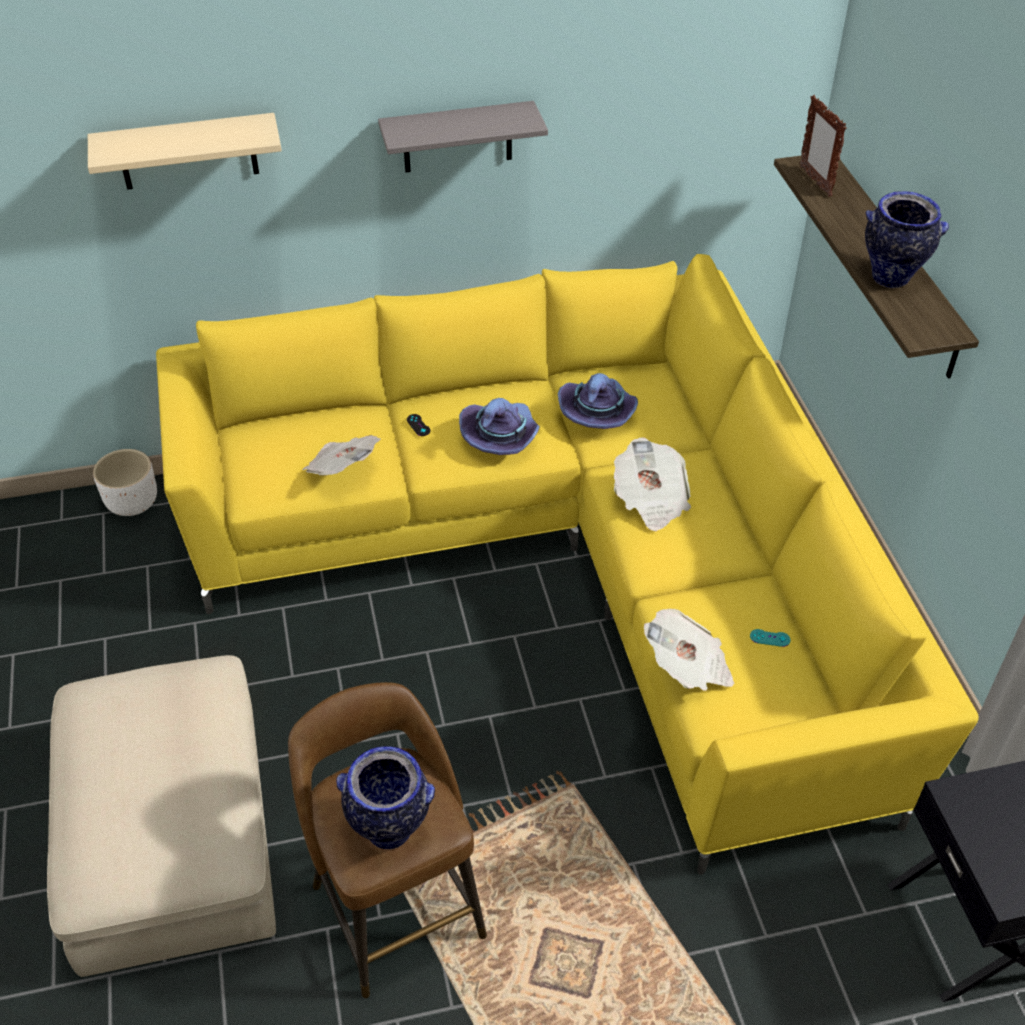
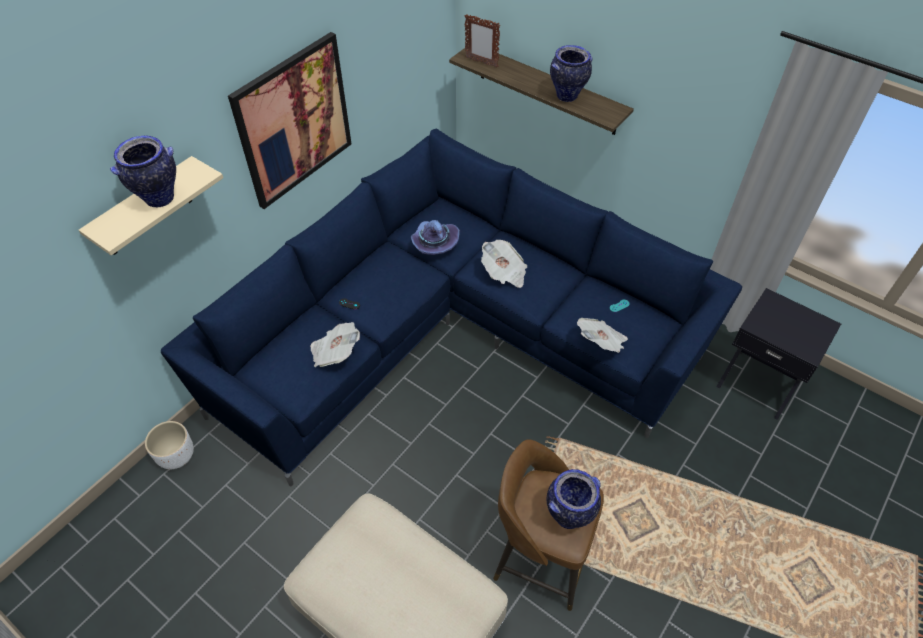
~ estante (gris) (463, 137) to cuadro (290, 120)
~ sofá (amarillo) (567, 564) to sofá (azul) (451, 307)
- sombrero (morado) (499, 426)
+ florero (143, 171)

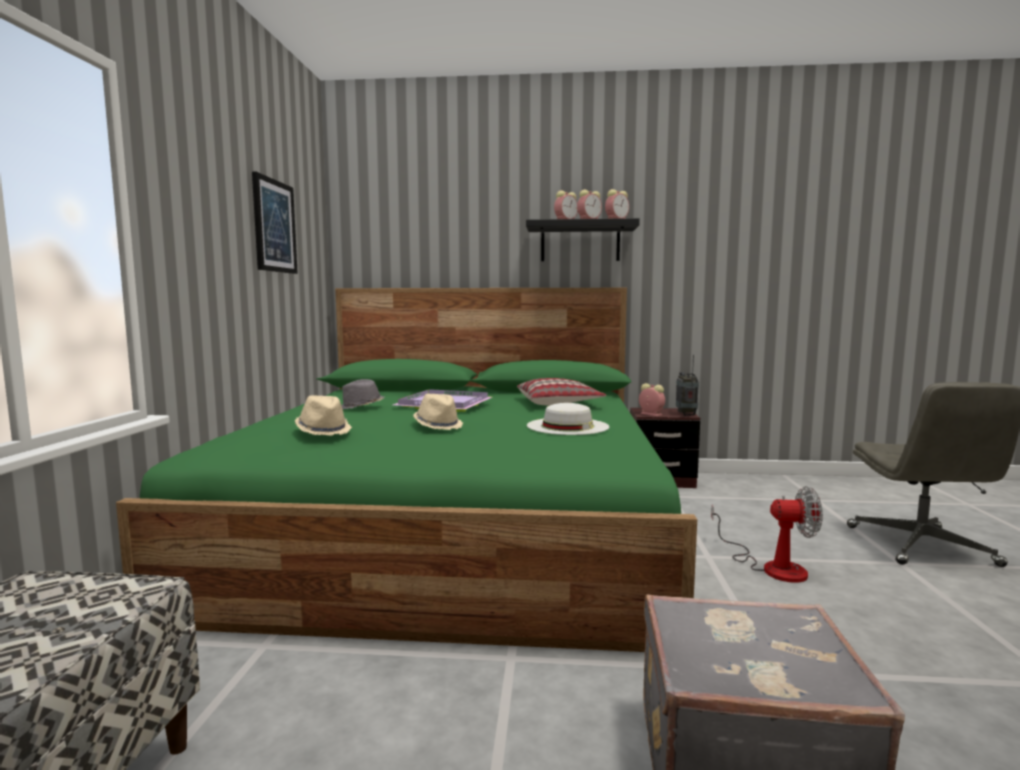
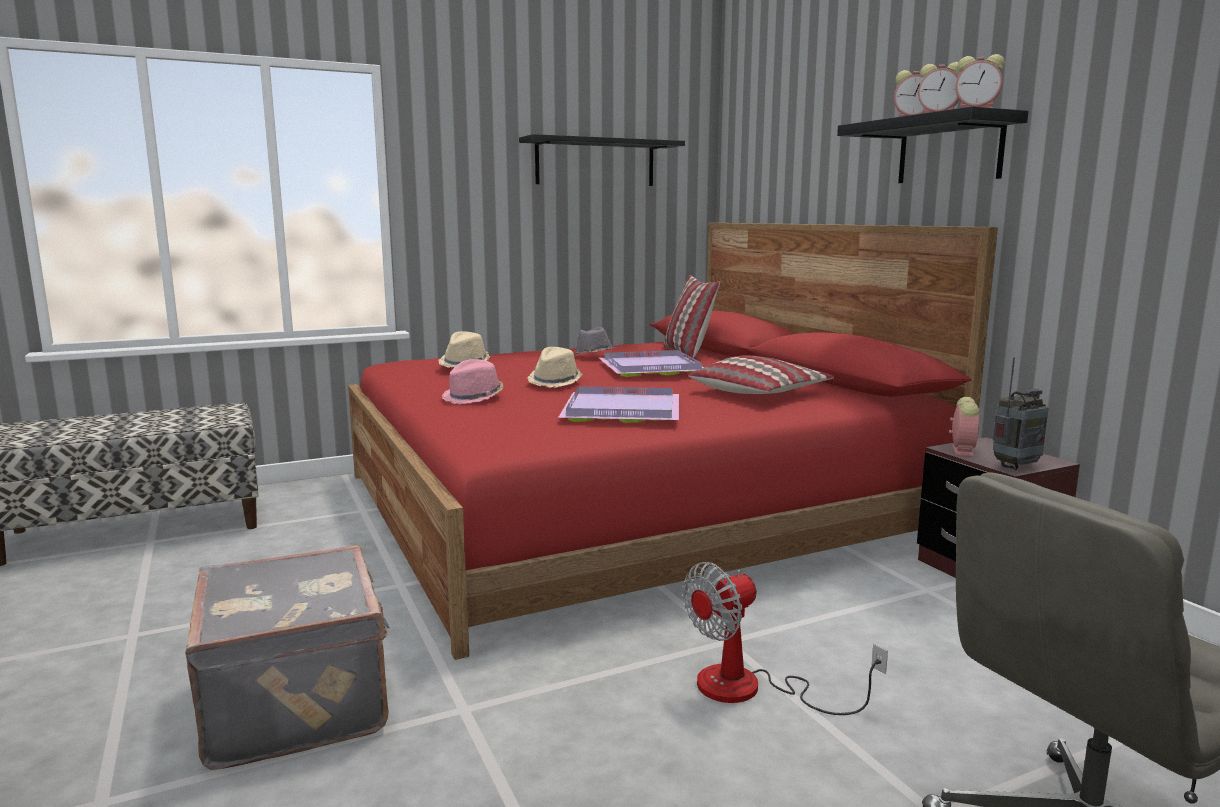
~ cuadro (275, 223) to estante (negro) (602, 160)
~ cama (verde) (406, 470) to cama (rojo) (673, 441)
~ sombrero (blanco) (568, 419) to bandeja (morado) (618, 405)
~ ventilador (767, 534) = (785, 638) 75 degrees clockwise
+ cojín (692, 317)
+ sombrero (rosa) (472, 381)

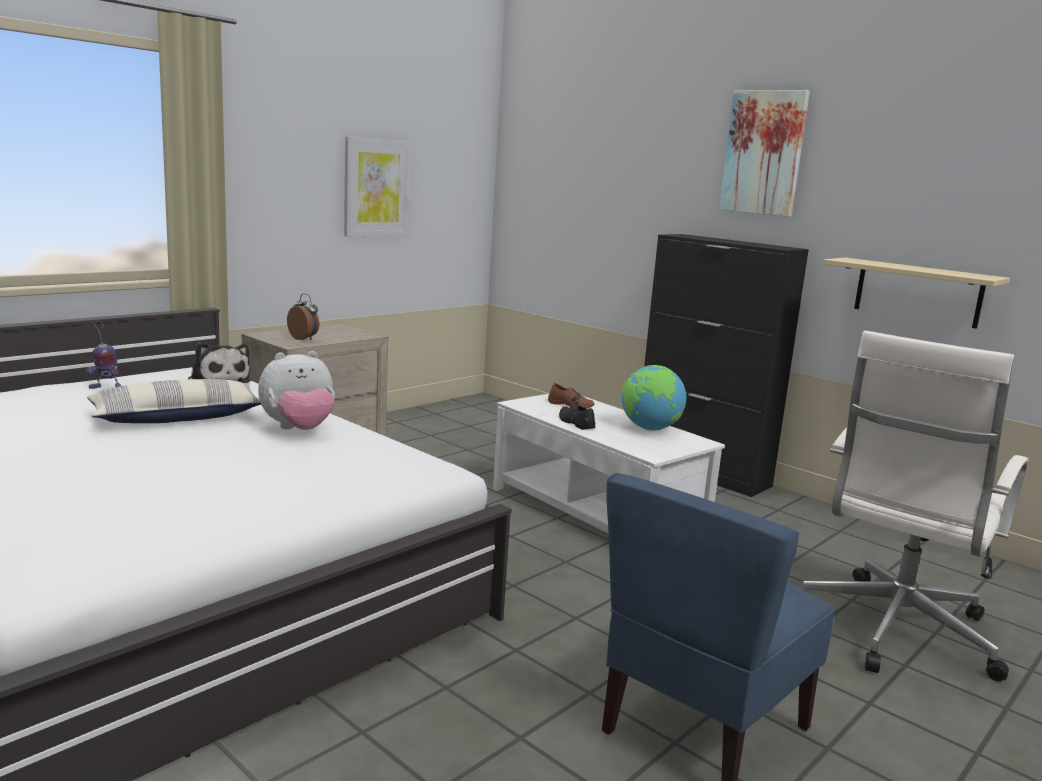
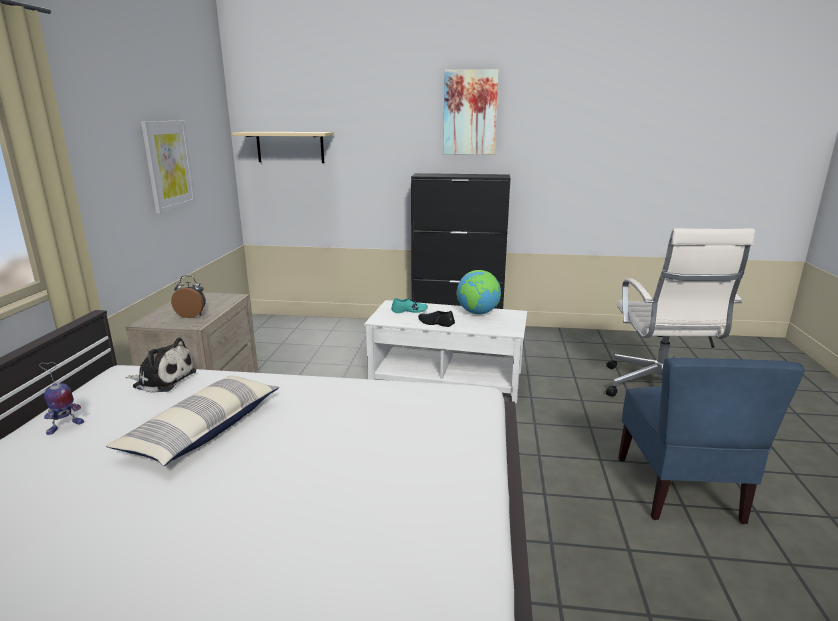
~ estante (beis) (916, 293) to (283, 147)
- peluche (296, 390)
~ zapato (marrón) (571, 396) to zapato (turquesa) (410, 305)

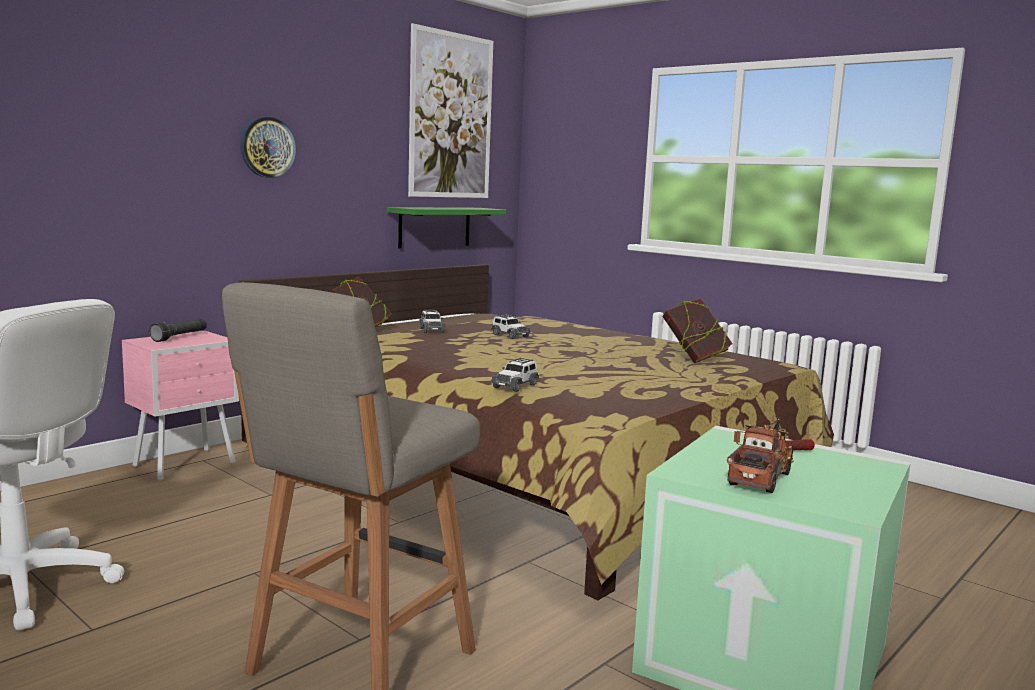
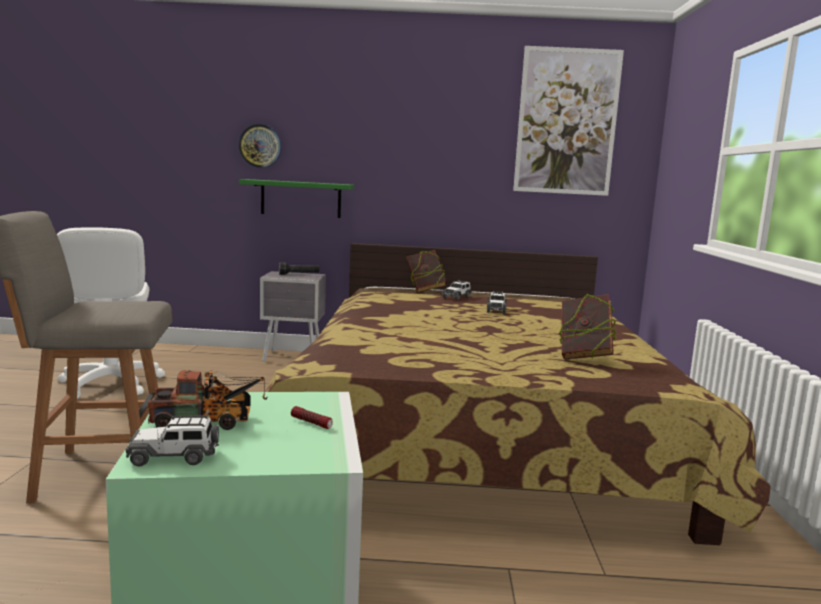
~ reloj de pared (268, 147) to (260, 146)
~ estante (verde) (446, 227) to (296, 198)
~ mesita de noche (rosa) (180, 406) to mesita de noche (gris) (293, 316)
~ coche de juguete (515, 375) to (172, 440)

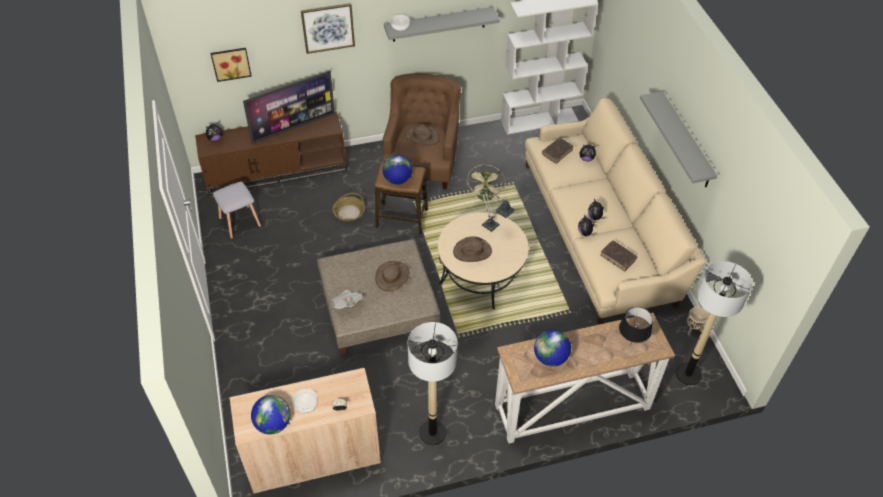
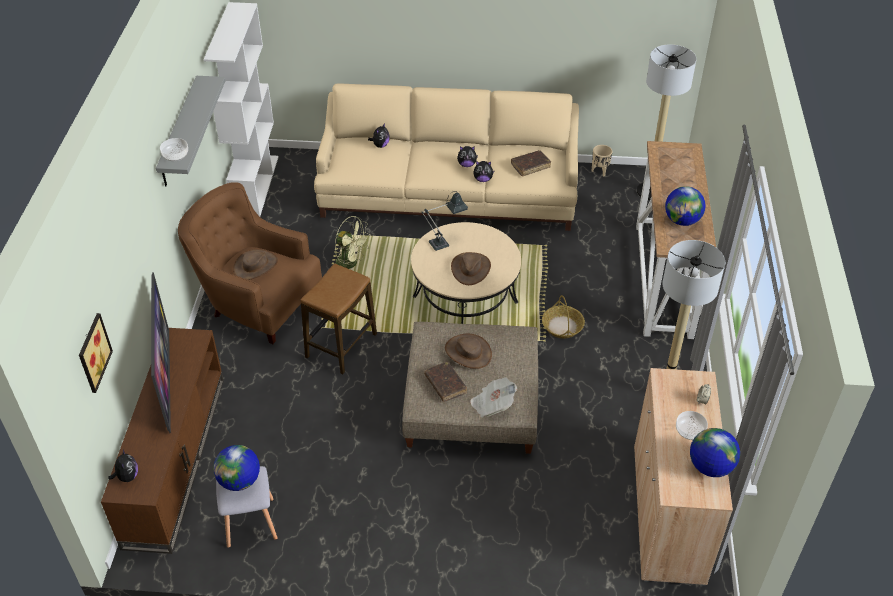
- cuadro (328, 28)
- estante (gris) (678, 139)
~ libro (marrón) (558, 151) to (445, 381)
~ globo terráqueo (397, 170) to (236, 468)
~ cesta (348, 207) to (563, 316)
- lámpara de mesa (negro) (636, 326)

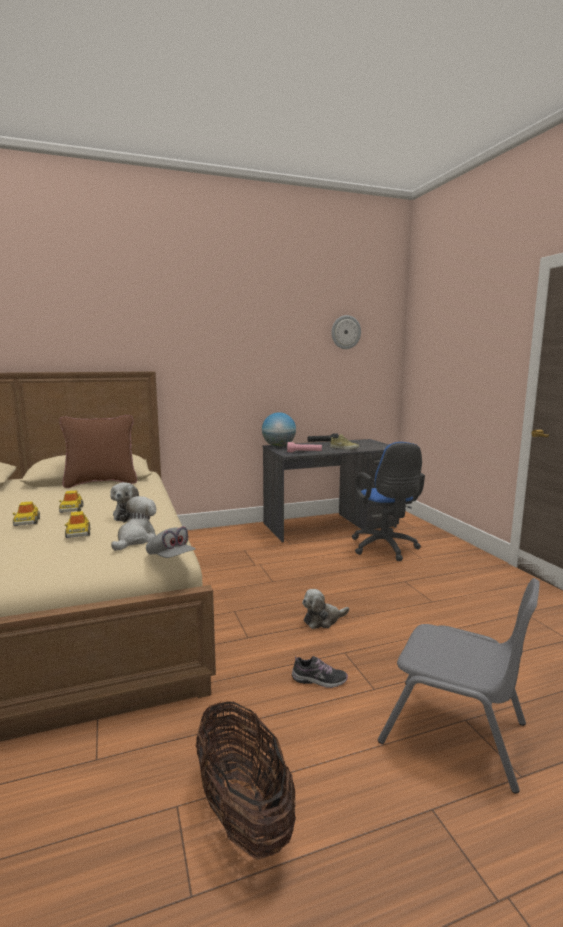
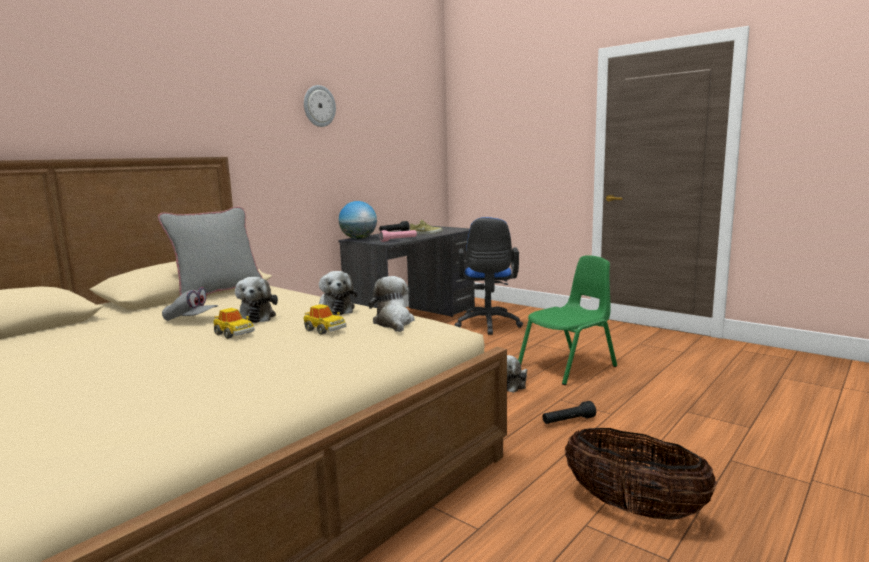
~ reloj de pared (346, 332) to (320, 106)
~ cojín (marrón) (98, 451) to cojín (gris) (210, 251)
~ silla de oficina (azul) (388, 501) = (488, 276) 45 degrees clockwise
~ coche de juguete (71, 502) to peluche (256, 300)
~ gorra (gris) (171, 542) to (190, 304)
- silla (gris) (459, 686)
~ zapato (320, 672) to linterna (negro) (569, 412)
+ silla (verde) (567, 320)

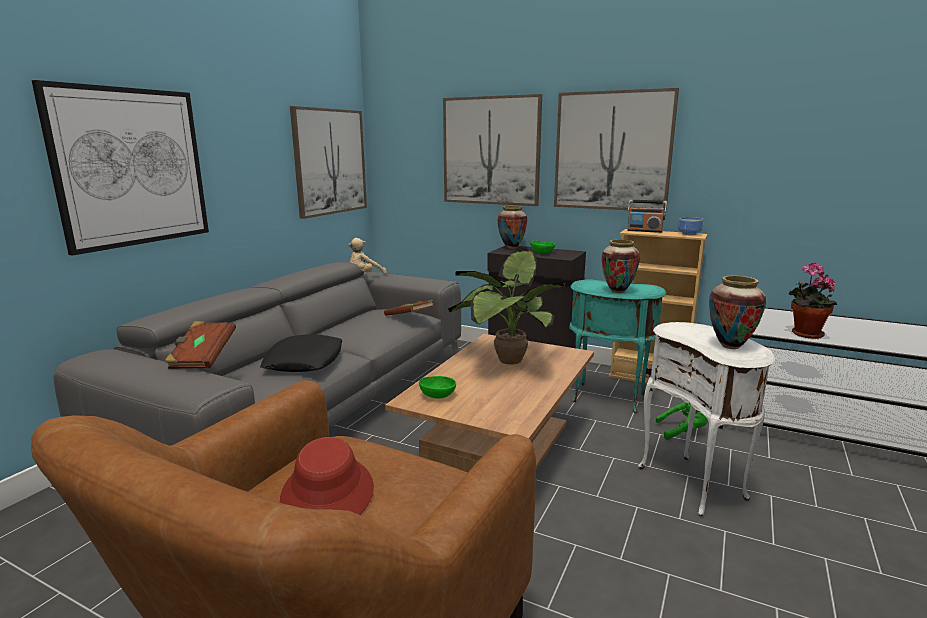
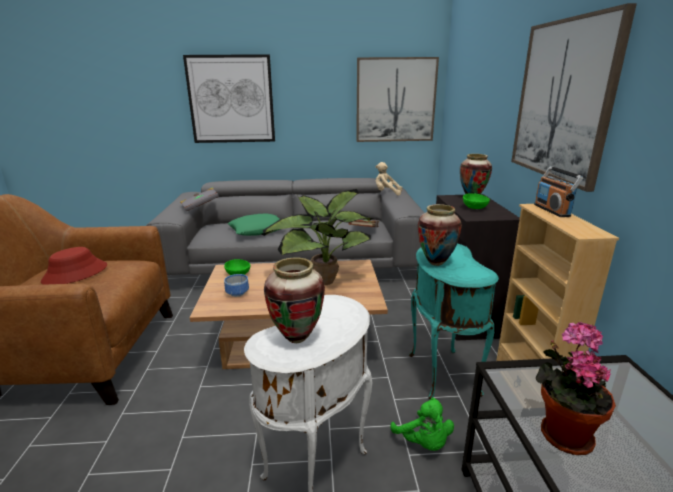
- cuadro (492, 150)
~ cuenco (690, 226) to (236, 285)
~ libro (marrón) (200, 345) to libro (gris) (199, 199)
~ cojín (negro) (301, 353) to cojín (verde) (253, 224)

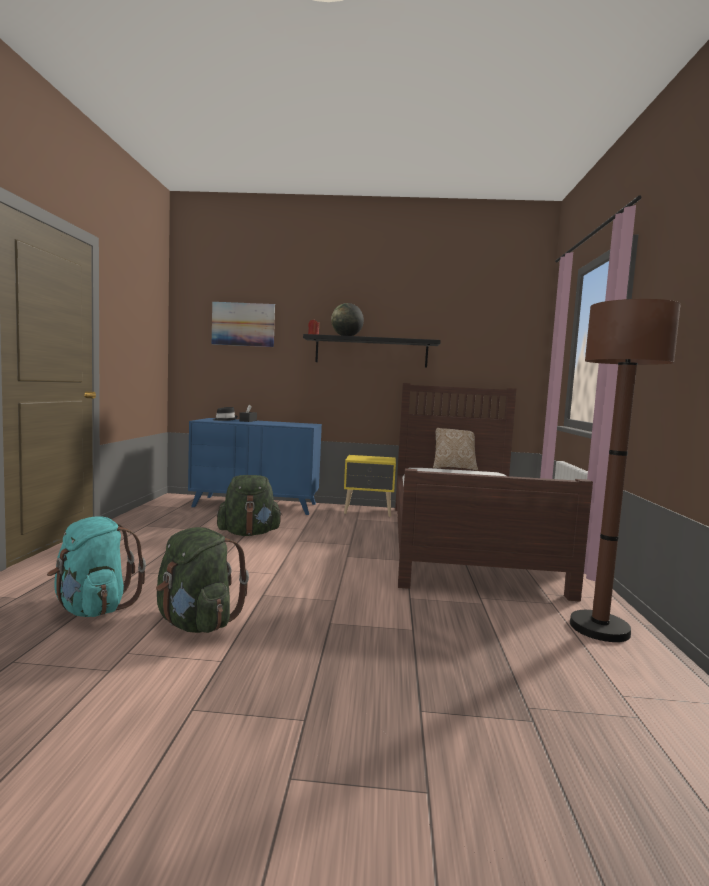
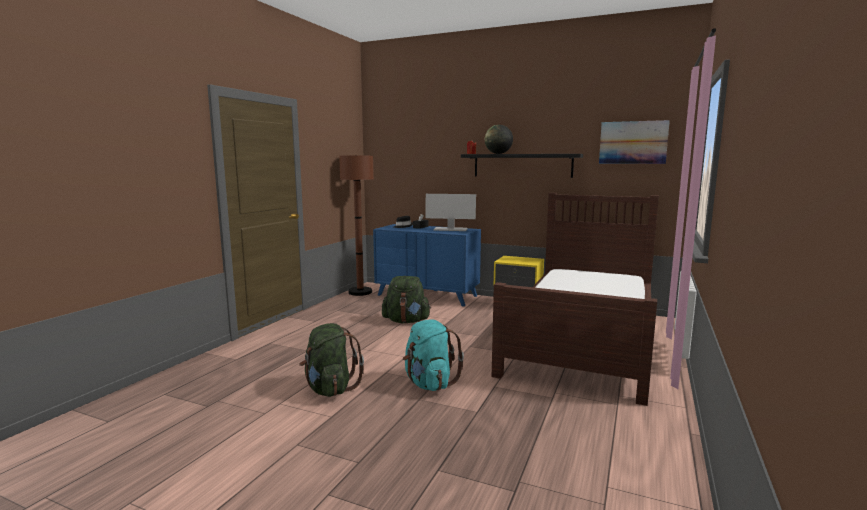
~ lámpara de pie (marrón) (625, 470) to (356, 225)
~ cuadro (243, 324) to (634, 142)
- cojín (455, 449)
~ mochila (turquesa) (96, 566) to (433, 355)
+ monitor (450, 212)

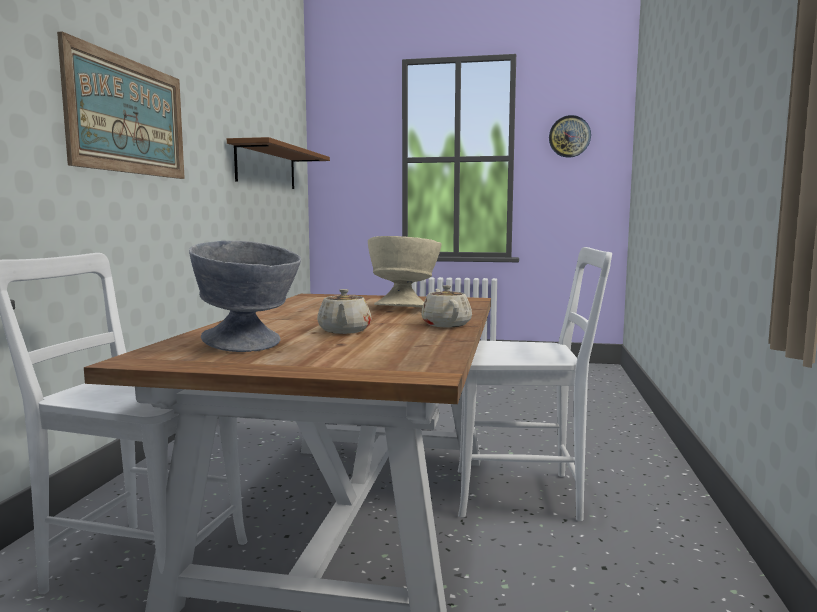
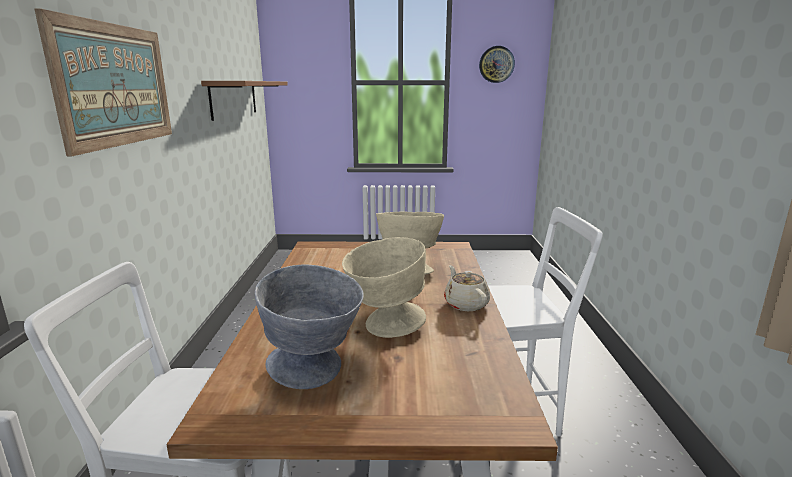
~ tetera (beis) (344, 311) to cuenco (beis) (384, 287)

